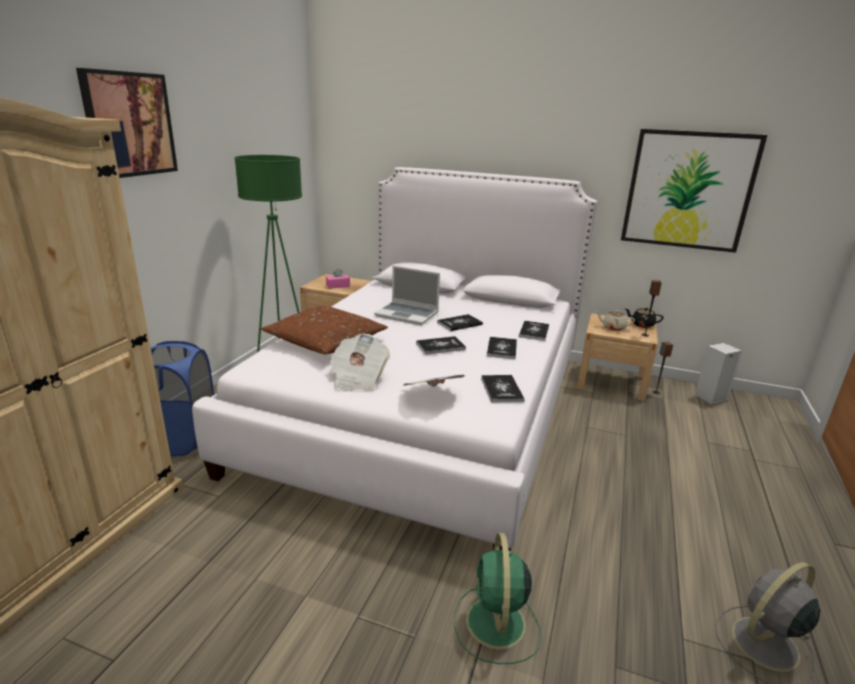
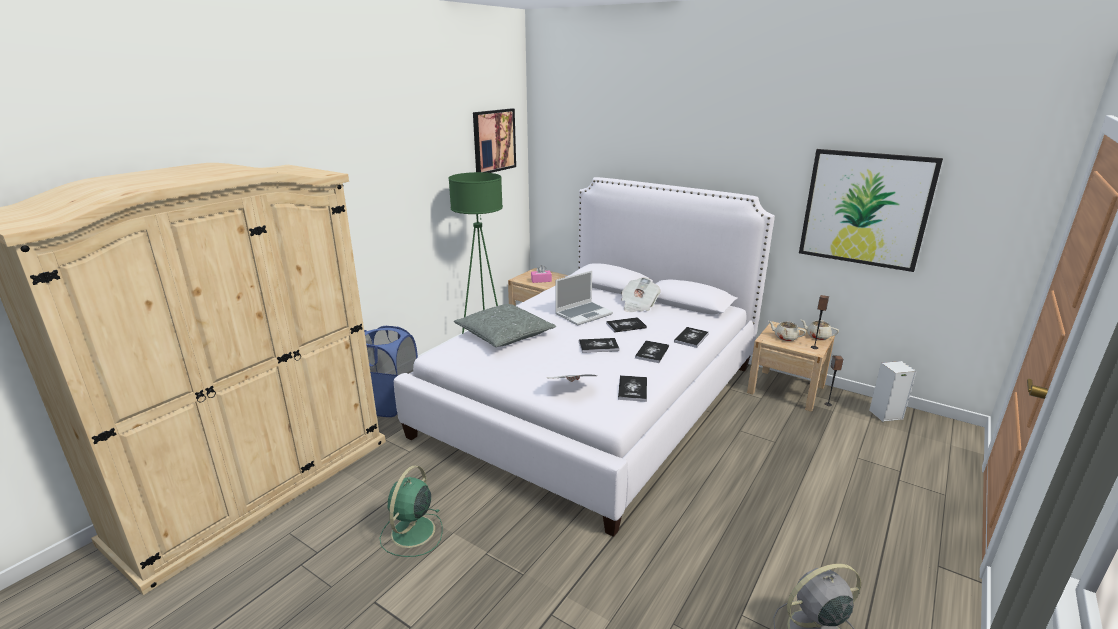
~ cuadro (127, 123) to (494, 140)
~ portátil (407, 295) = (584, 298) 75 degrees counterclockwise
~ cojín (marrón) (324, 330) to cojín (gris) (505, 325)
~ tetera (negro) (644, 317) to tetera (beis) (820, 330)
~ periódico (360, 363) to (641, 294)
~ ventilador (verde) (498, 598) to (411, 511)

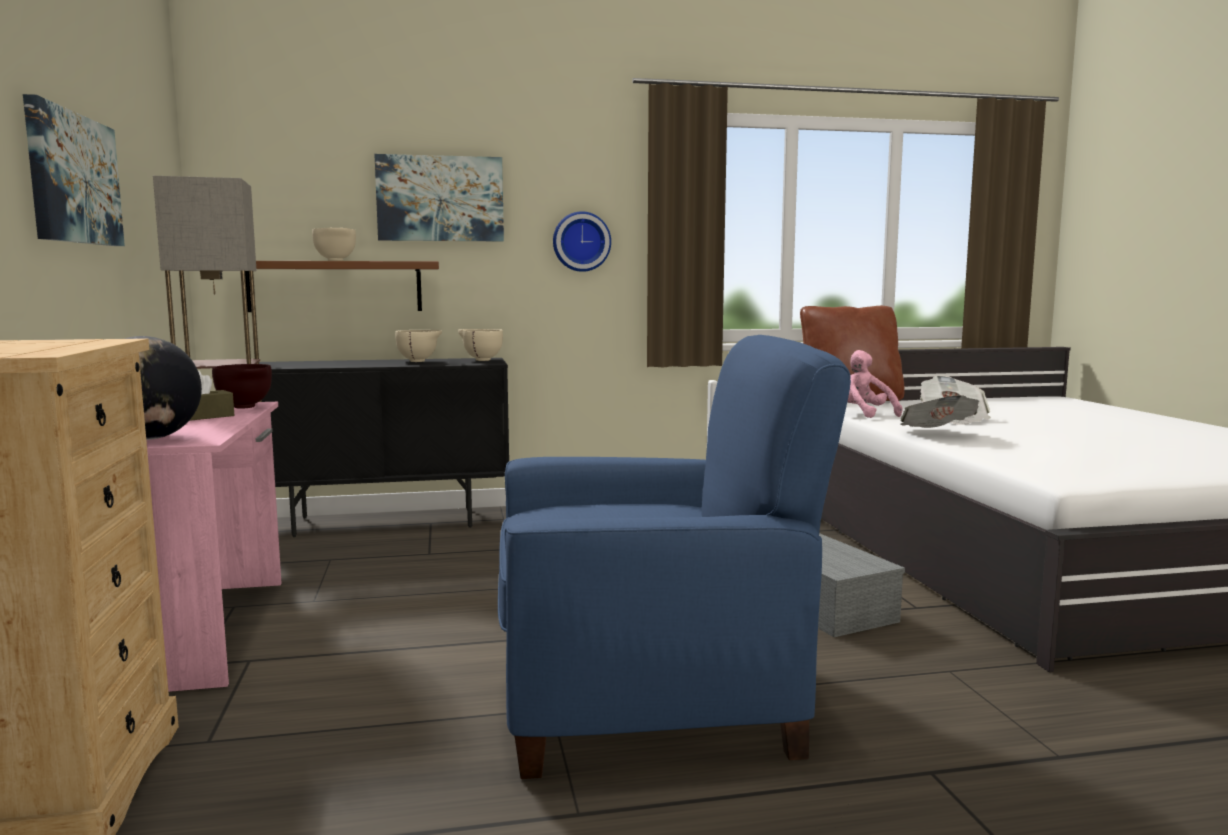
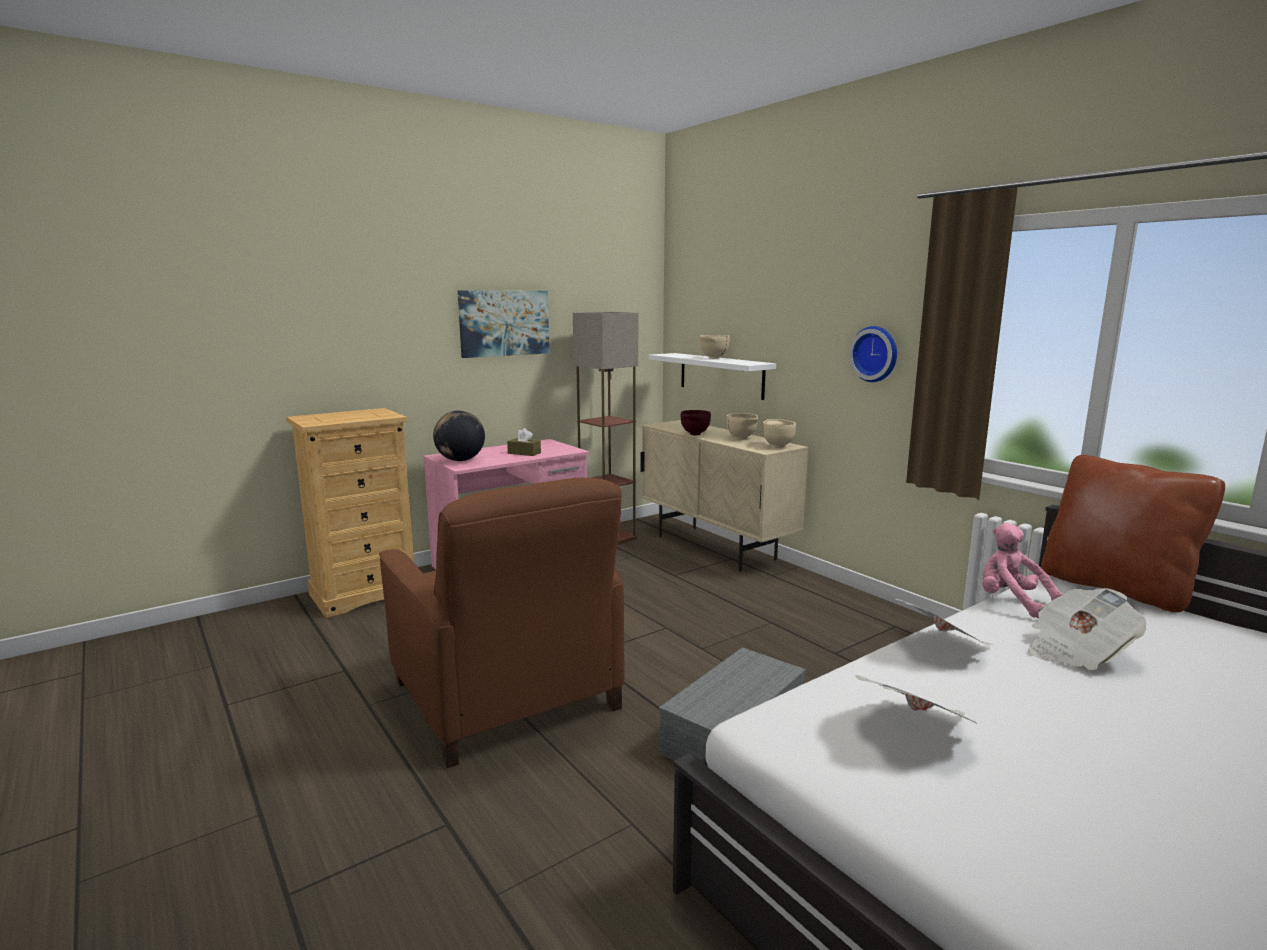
- cuadro (439, 198)
~ estante (marrón) (342, 286) to estante (blanco) (712, 376)
~ sillón (azul) (674, 557) to sillón (marrón) (502, 623)
~ peluche (rosa) (875, 384) = (1023, 570) 75 degrees counterclockwise
~ armario (negro) (384, 447) to armario (beis) (724, 495)
~ cuenco (marrón) (242, 386) to (696, 422)
+ periódico (916, 699)

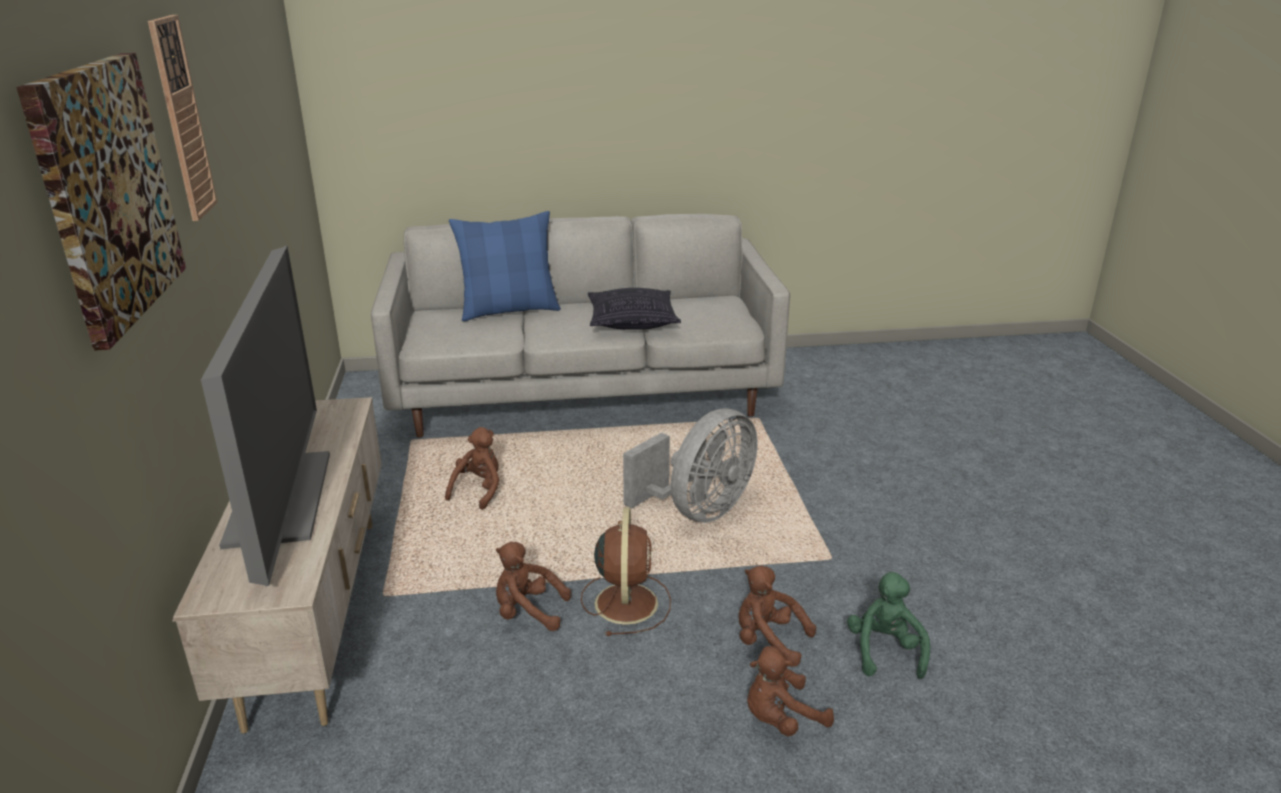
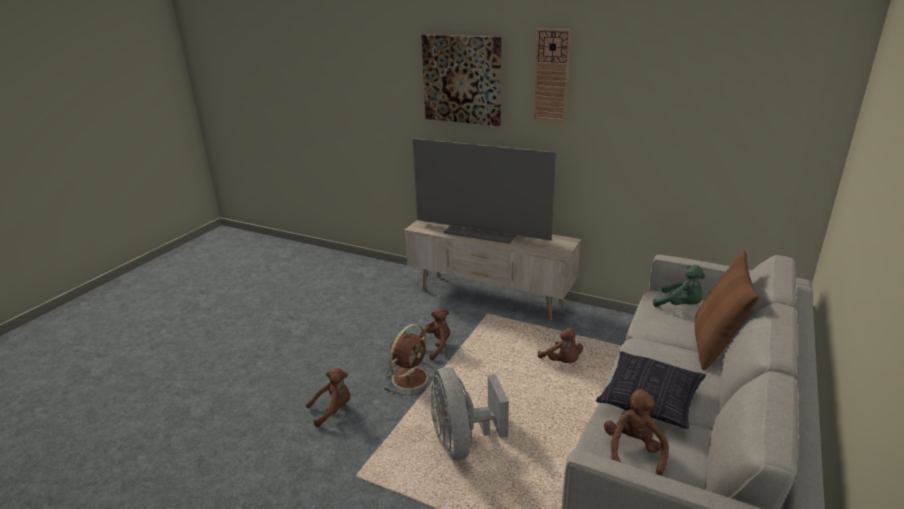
~ cojín (azul) (505, 266) to cojín (marrón) (727, 310)
~ ventilador (marrón) (626, 571) = (409, 359) 90 degrees counterclockwise
~ peluche (verde) (888, 625) to (679, 286)
~ peluche (marrón) (790, 691) to (636, 432)

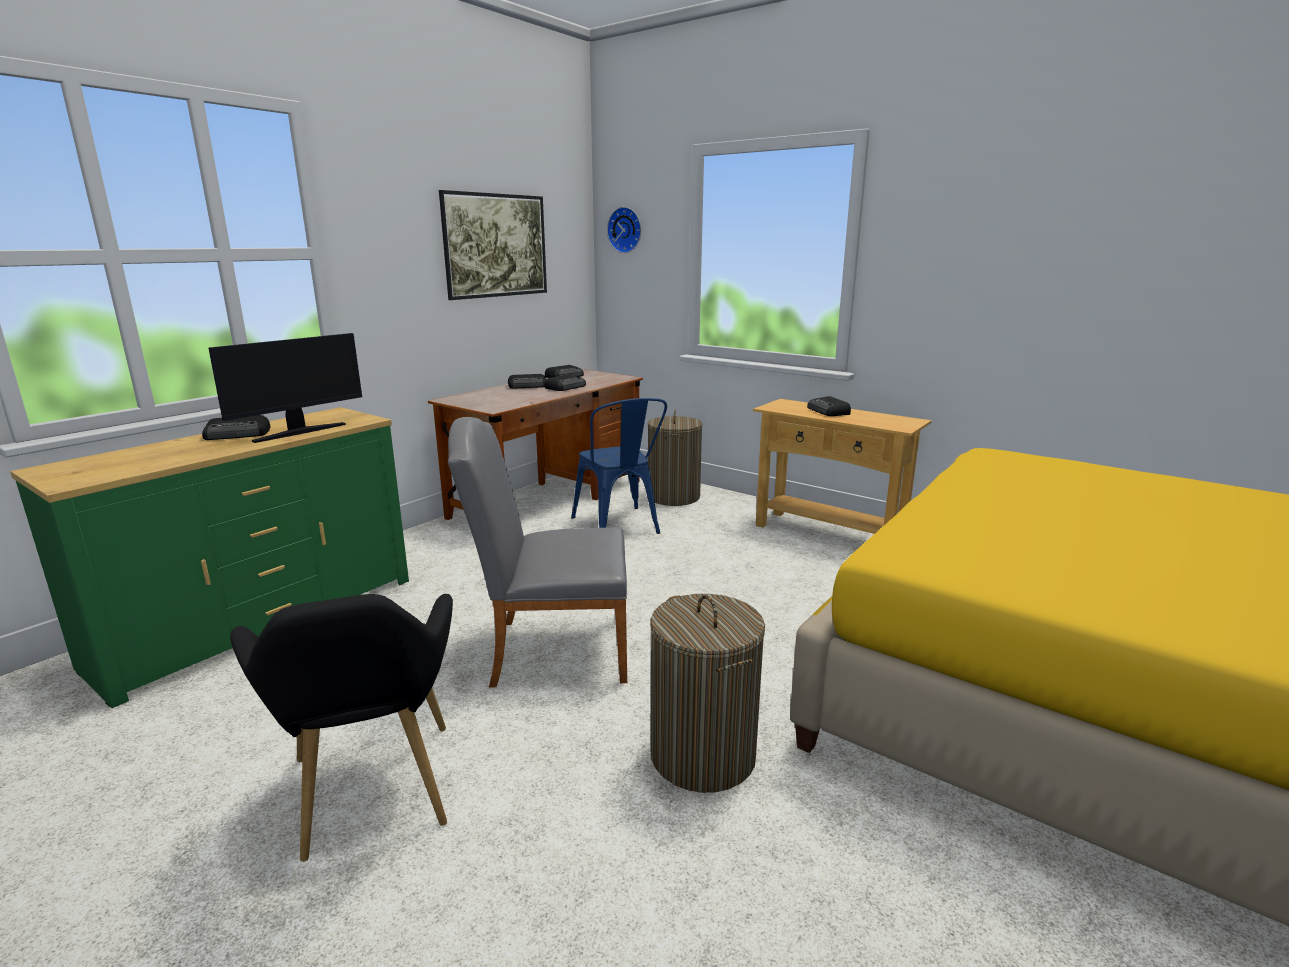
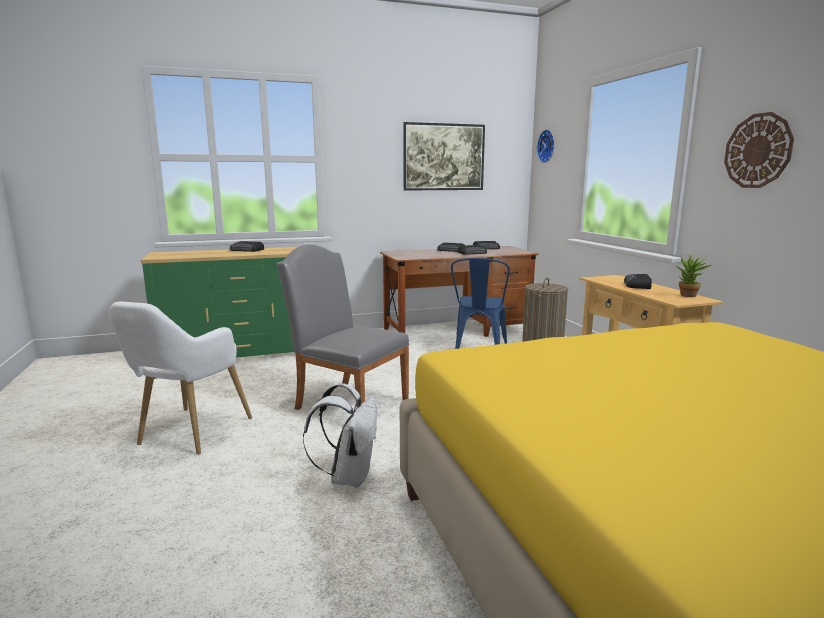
- monitor (285, 388)
~ sillón (negro) (341, 728) to sillón (blanco) (180, 378)
~ cesto de la ropa (707, 693) to mochila (blanco) (340, 435)
+ reloj de pared (759, 150)
+ planta en maceta (693, 275)

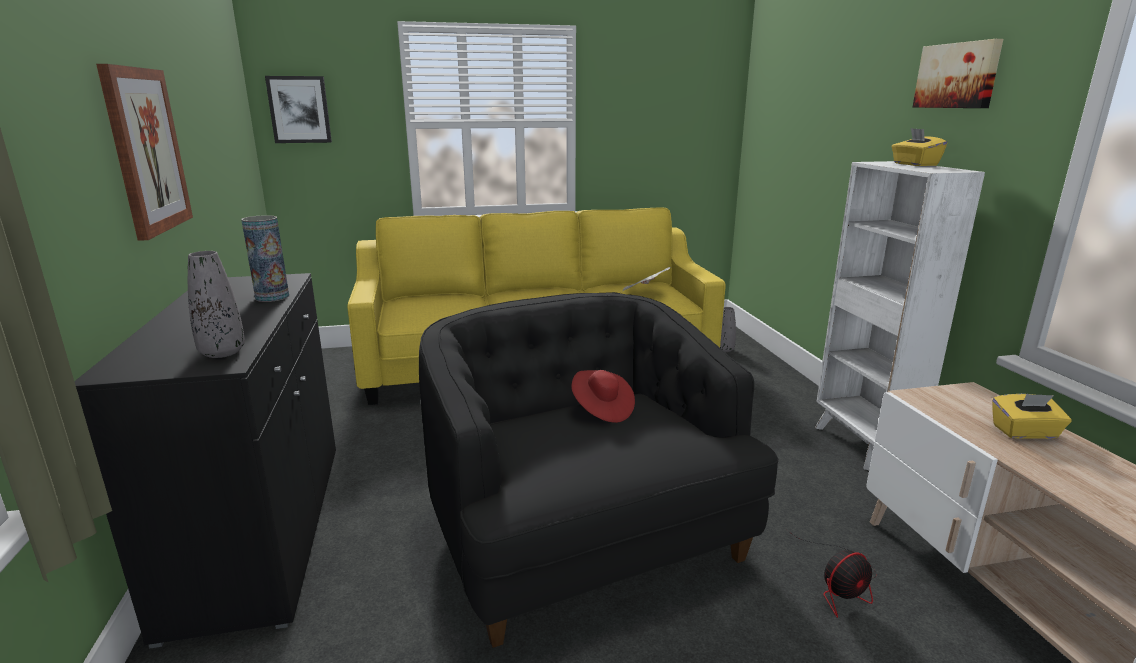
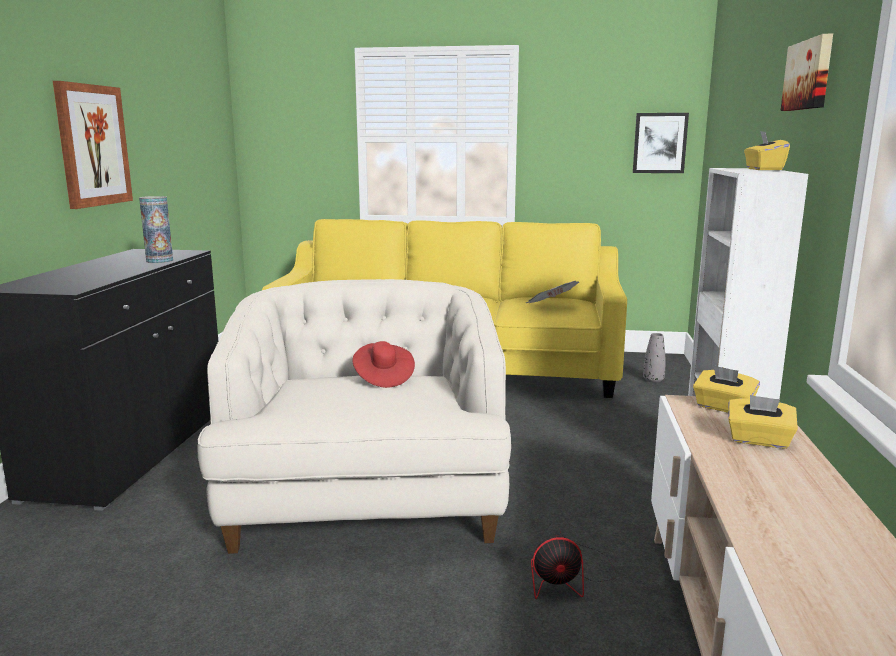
~ cuadro (298, 109) to (661, 143)
- florero (gris) (216, 304)
~ sillón (negro) (598, 470) to sillón (blanco) (354, 416)
+ caja de pañuelos (amarillo) (726, 389)

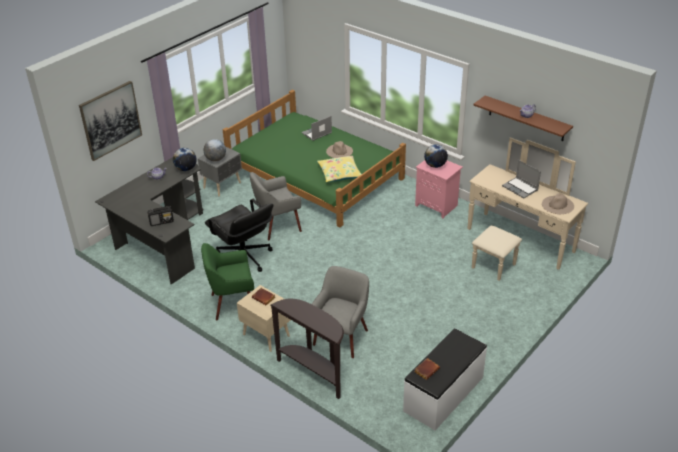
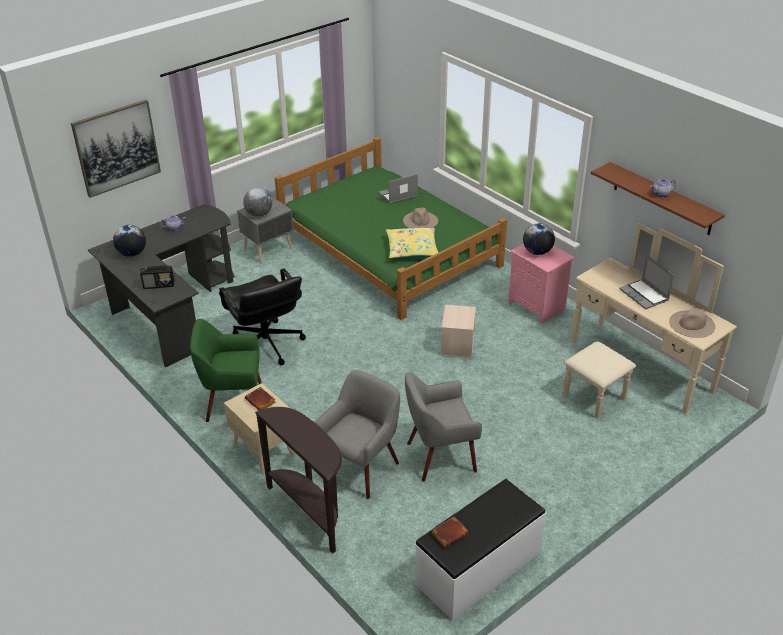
~ globo terráqueo (185, 159) to (129, 241)
~ sillón (gris) (276, 206) to (443, 427)
+ caja de almacenaje (beis) (458, 331)

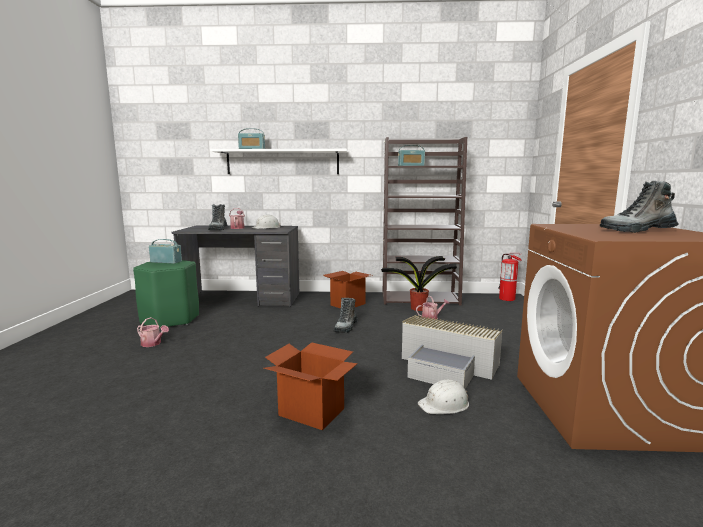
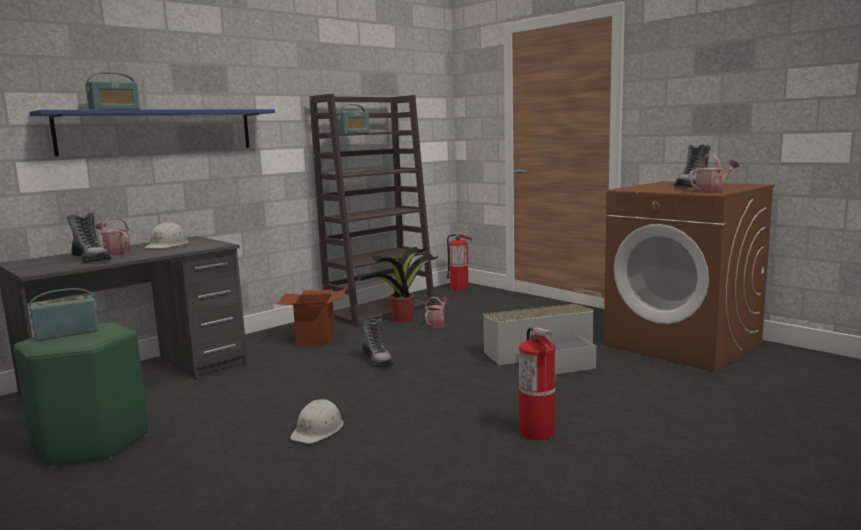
~ estante (blanco) (279, 161) to estante (azul) (152, 133)
~ regadera (153, 332) to (714, 174)
~ caja de cartón (311, 386) to extintor (537, 383)
~ casco (blanco) (443, 396) to (317, 421)

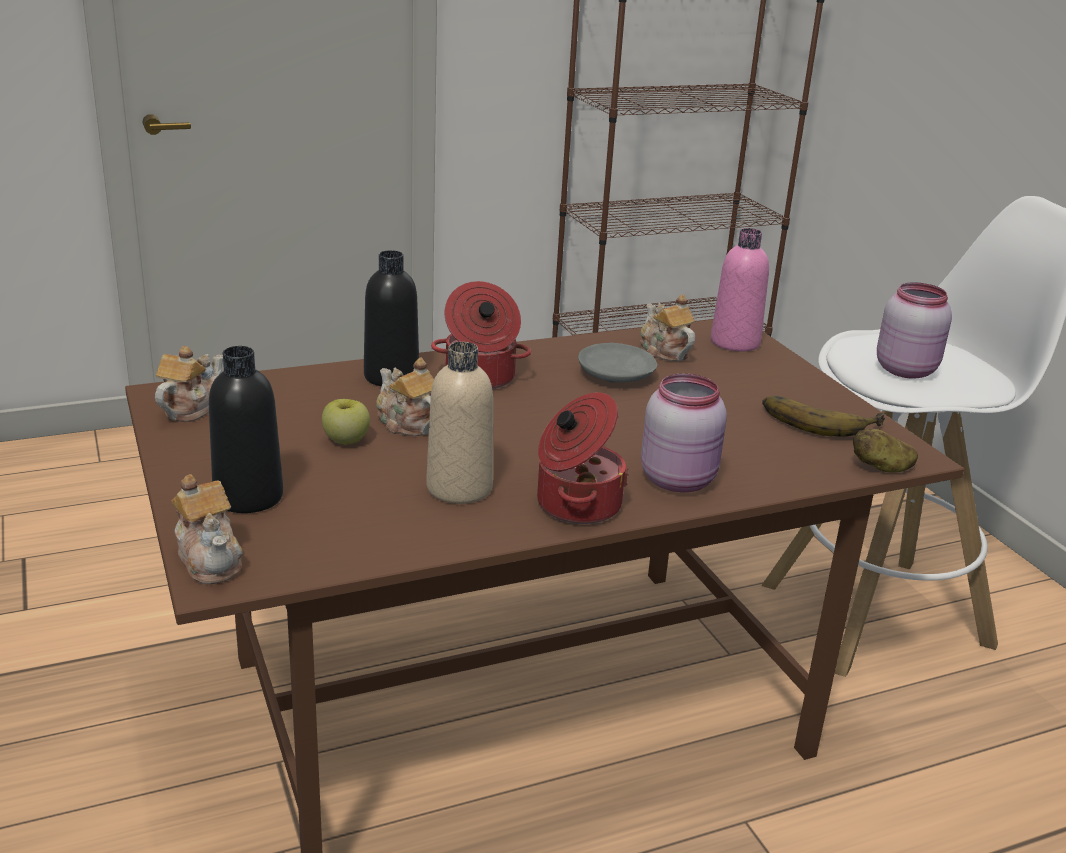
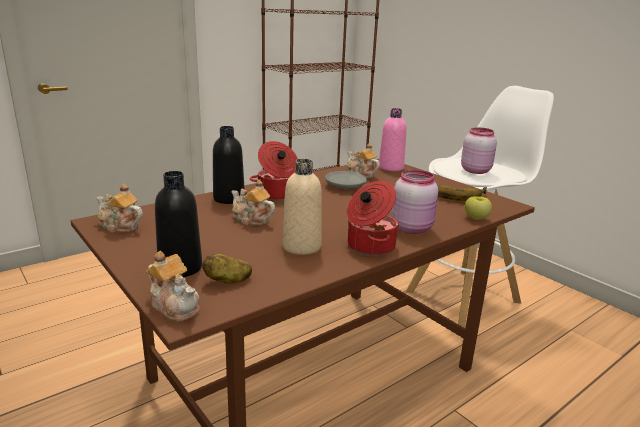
~ tetera (189, 384) = (119, 208) 75 degrees counterclockwise
~ manzana (346, 421) to (478, 208)
~ patata (885, 451) to (227, 269)

